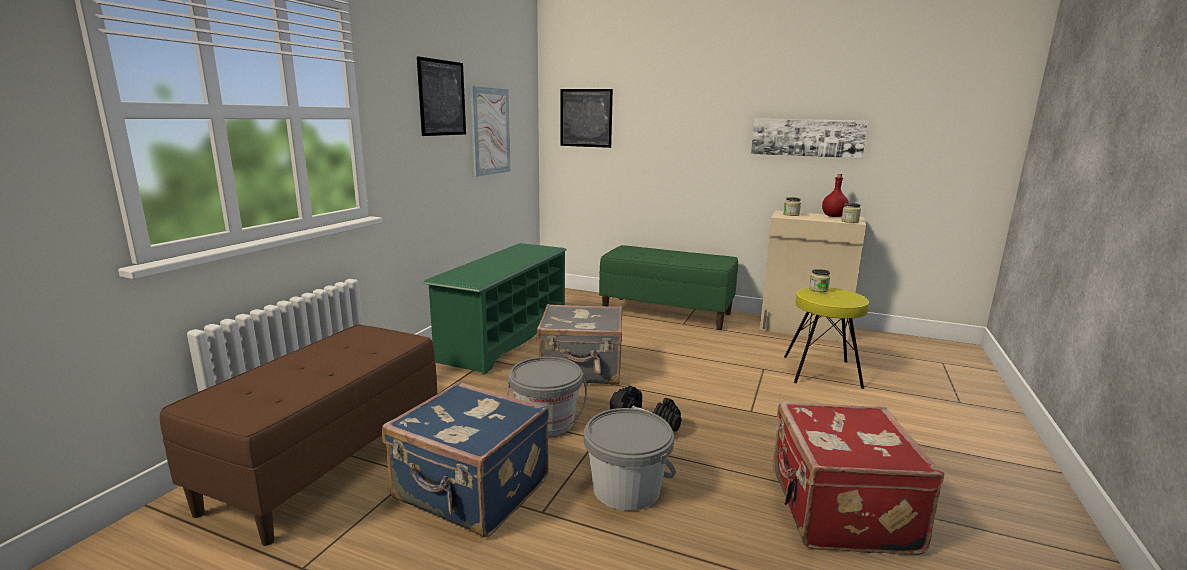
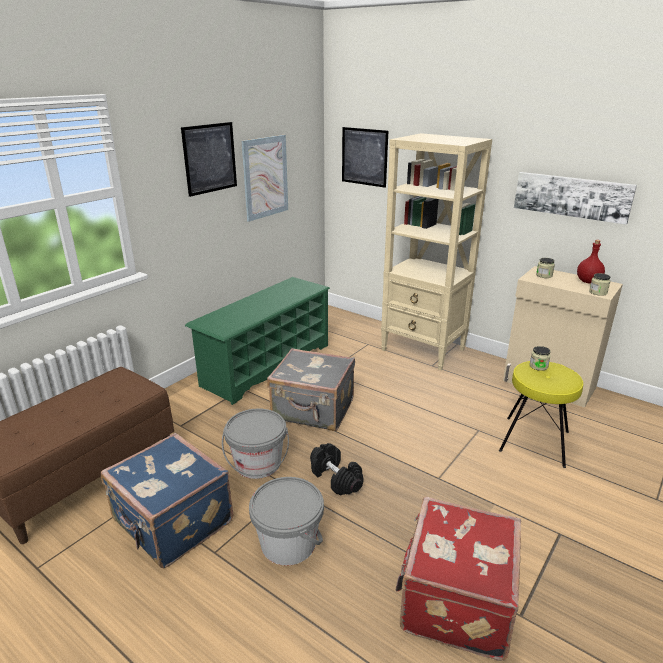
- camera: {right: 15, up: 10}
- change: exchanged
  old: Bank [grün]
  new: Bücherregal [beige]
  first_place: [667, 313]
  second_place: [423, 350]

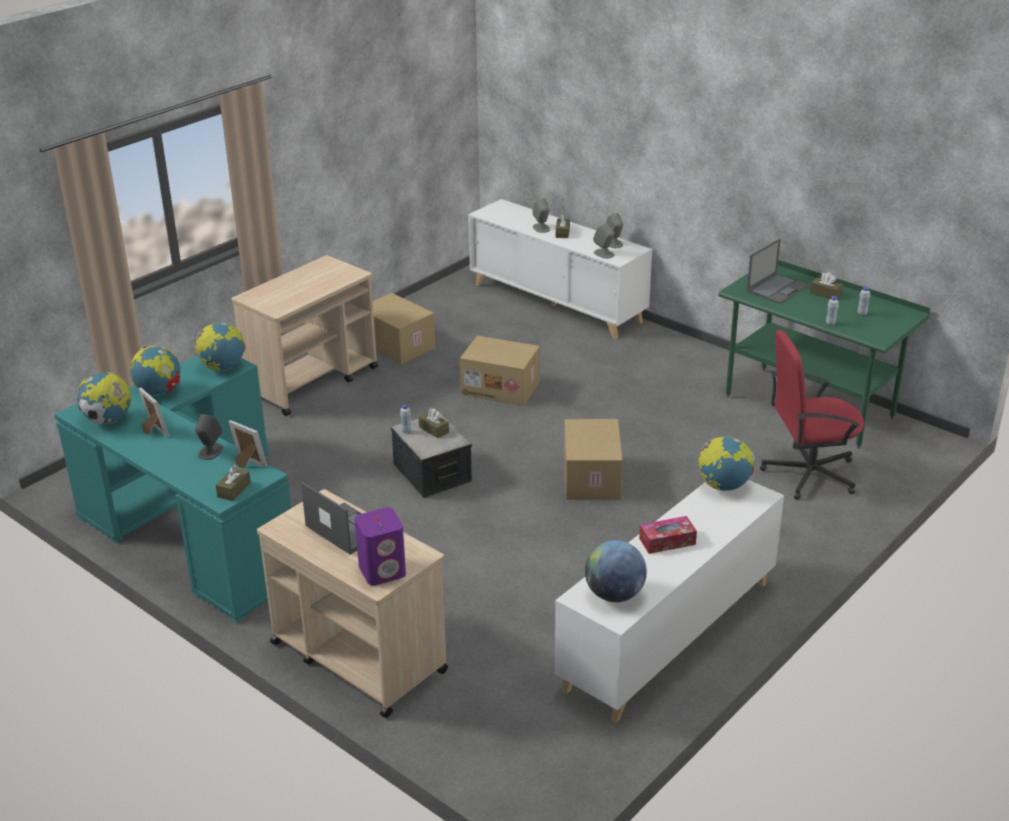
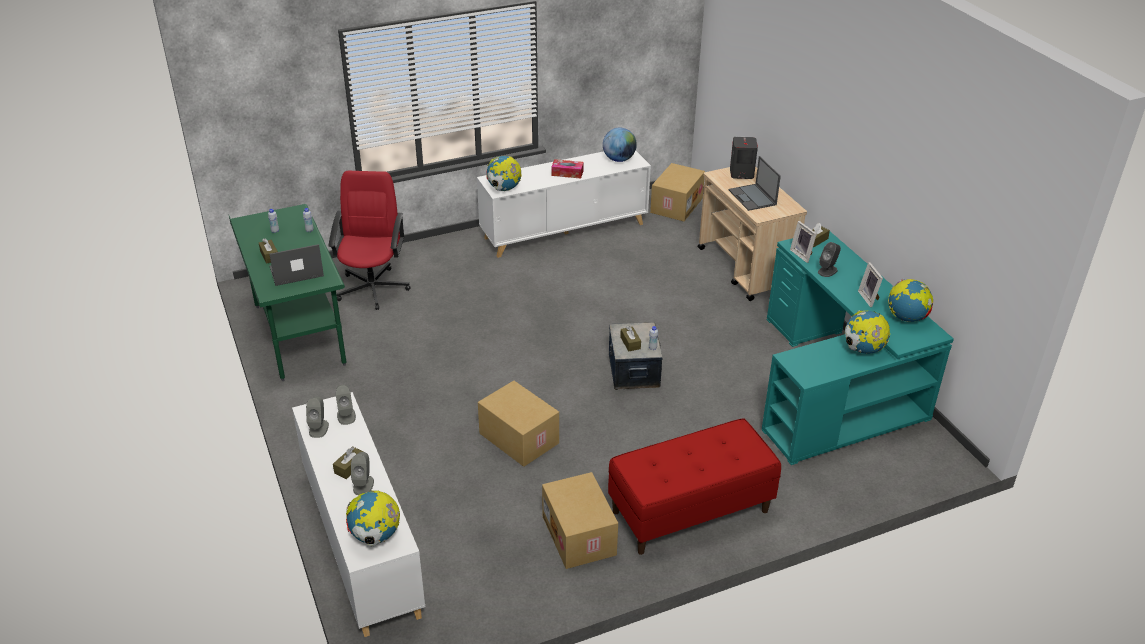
- camera: {right: -155, up: 5}
- change: exchanged
  old: Rollwagen [beige]
  new: Bank [rot]
  first_place: [313, 381]
  second_place: [690, 512]
- change: relocated
  old: Globus
  first_place: [223, 368]
  second_place: [375, 536]
- change: spun
  old: Bürostuhl [rot]
  first_place: [808, 473]
  second_place: [373, 288]
  degrees: -105
- change: relocated
  old: Karton
  first_place: [593, 478]
  second_place: [676, 205]
- change: colour
  old: Lautsprecher [lila]
  new: Lautsprecher [grau]
  first_place: [383, 570]
  second_place: [741, 173]

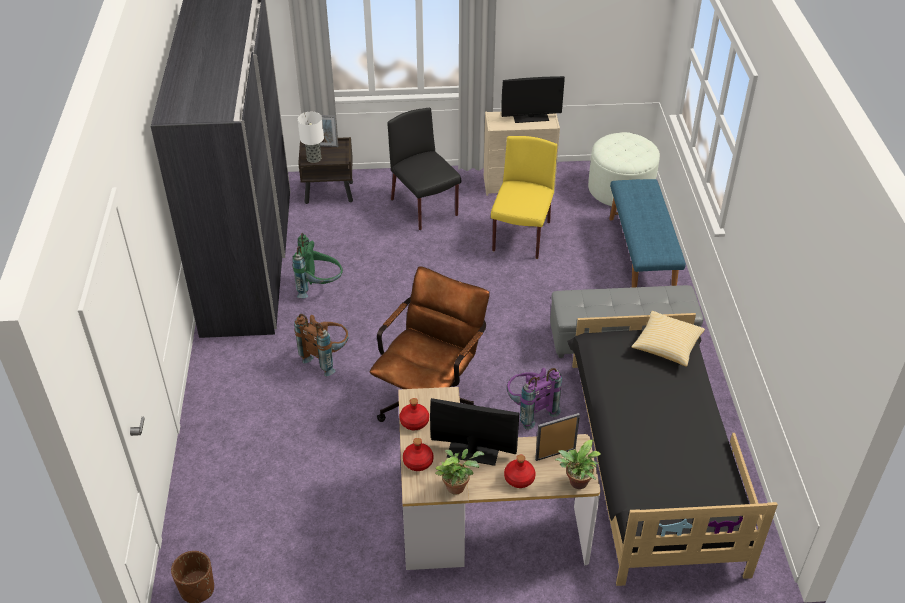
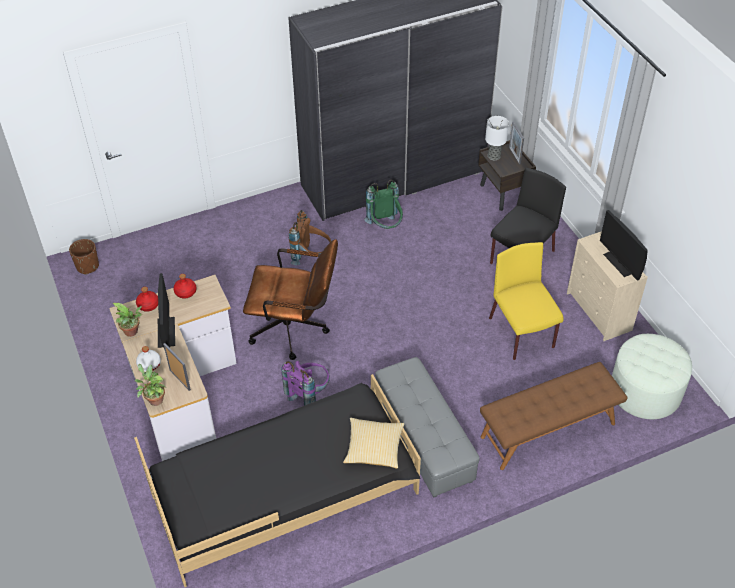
- camera: {right: 70, up: 5}
- change: spun
  old: Stuhl [gelb]
  first_place: [521, 237]
  second_place: [522, 334]
  degrees: -105
- change: colour
  old: Bank [blau]
  new: Bank [braun]
  first_place: [641, 256]
  second_place: [548, 431]
- change: colour
  old: Flasche [rot]
  new: Flasche [weiß]
  first_place: [519, 478]
  second_place: [149, 364]

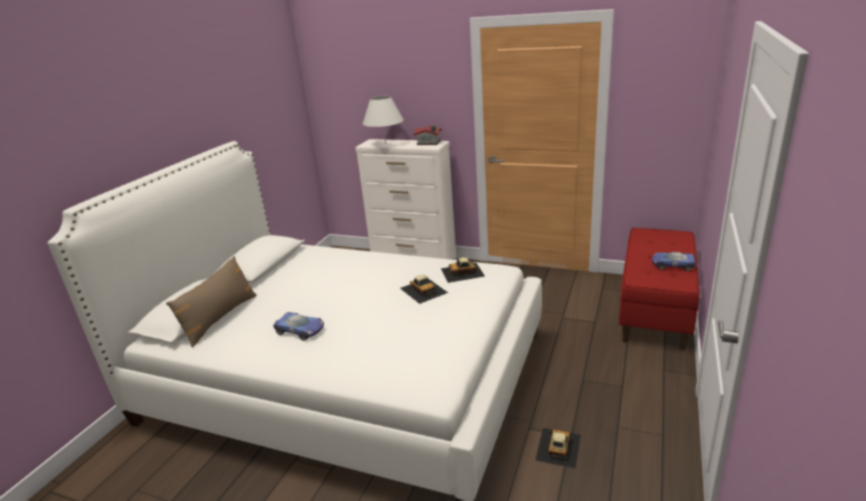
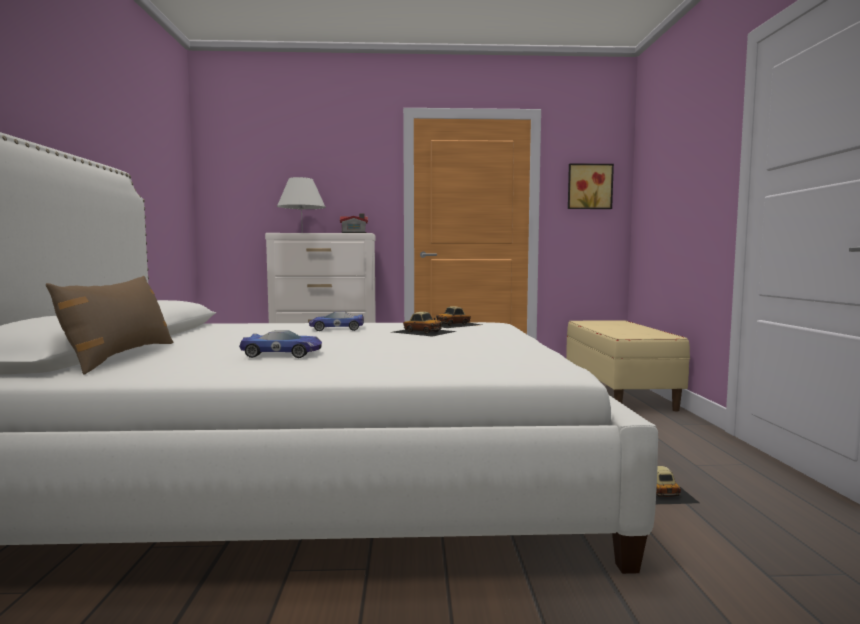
- camera: {right: -25, up: -20}
- change: colour
  old: Bank [rot]
  new: Bank [beige]
  first_place: [655, 311]
  second_place: [619, 392]
- change: relocated
  old: Spielzeugauto
  first_place: [672, 264]
  second_place: [336, 328]
- change: appeared
  new: Bild
  second_place: [589, 186]

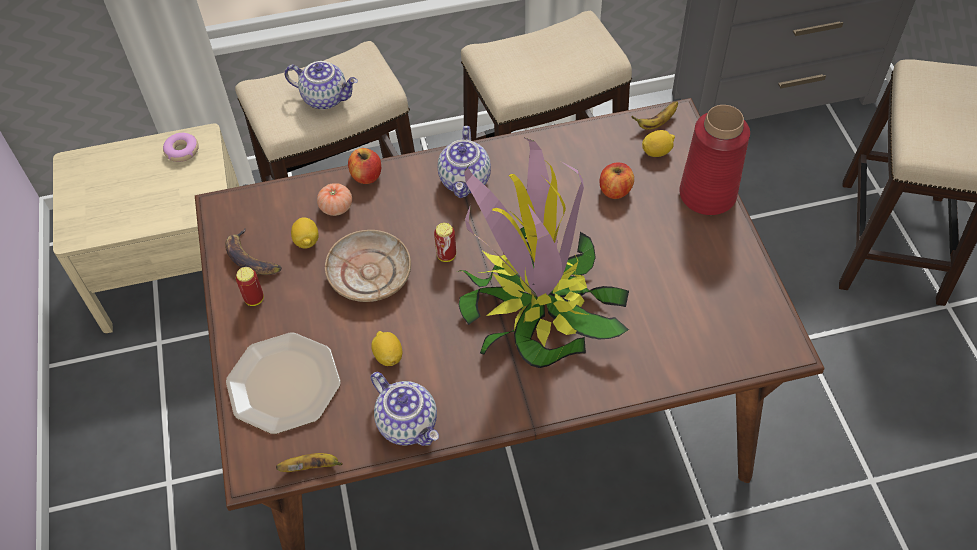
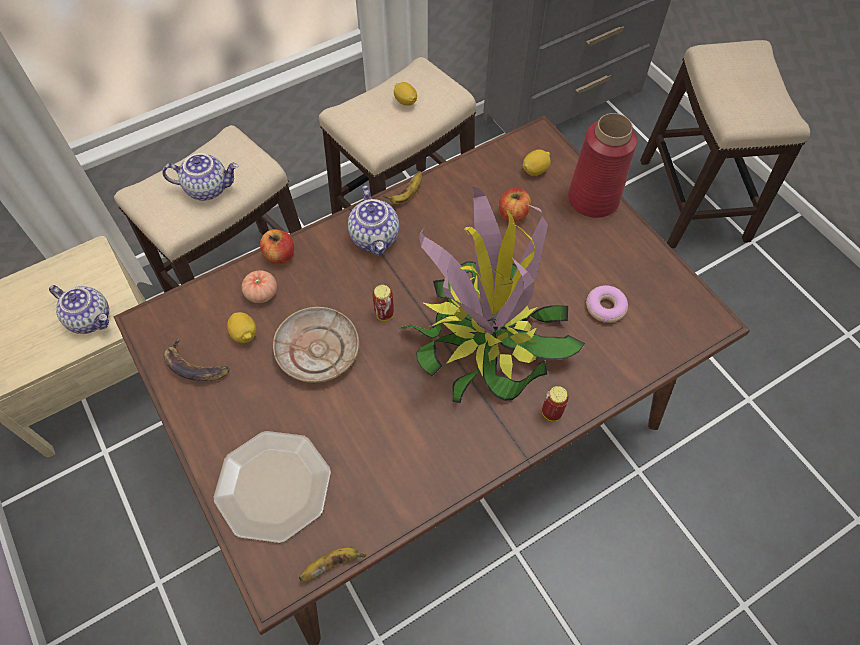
- camera: {right: -20, up: 5}
- change: relocated
  old: Banane
  first_place: [656, 123]
  second_place: [406, 195]
- change: relocated
  old: Donut
  first_place: [182, 151]
  second_place: [605, 307]
- change: relocated
  old: Dose
  first_place: [254, 299]
  second_place: [551, 412]
- change: relocated
  old: Zitrone
  first_place: [388, 356]
  second_place: [405, 101]
- change: relocated
  old: Teekanne
  first_place: [408, 424]
  second_place: [91, 318]

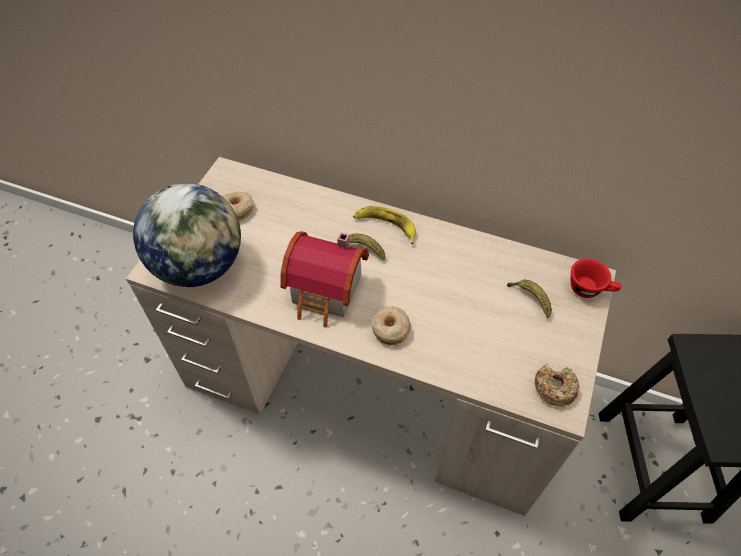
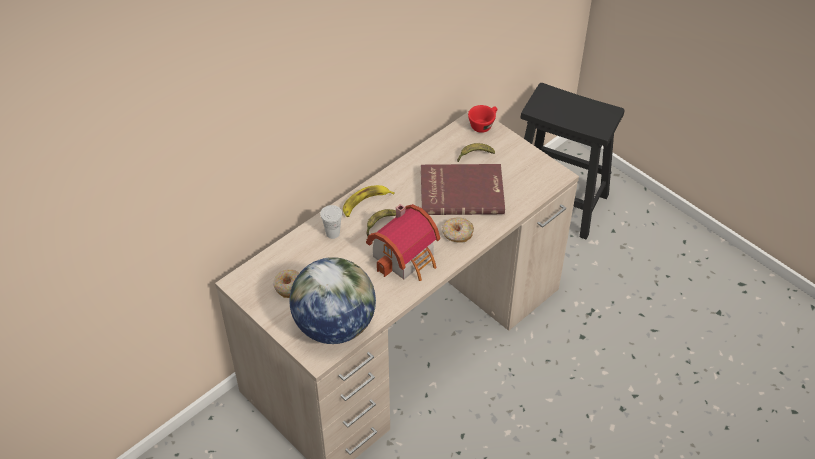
- camera: {right: -65, up: -5}
- change: missing
  old: Donut
  first_place: [554, 388]
- change: appeared
  new: Buch [rot]
  second_place: [461, 191]
- change: appeared
  new: Tasse [weiß]
  second_place: [332, 233]

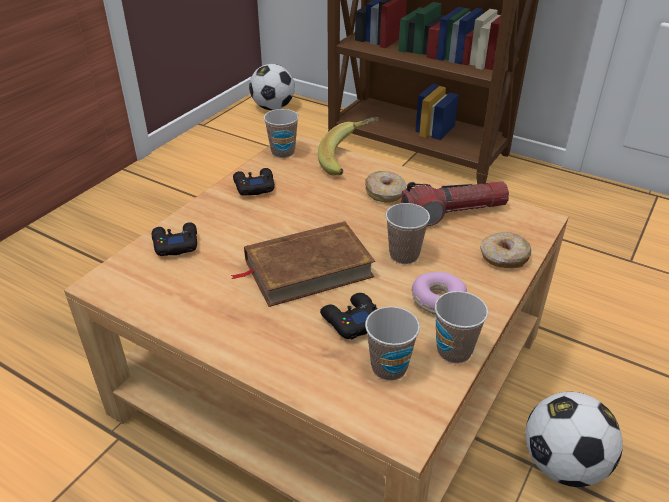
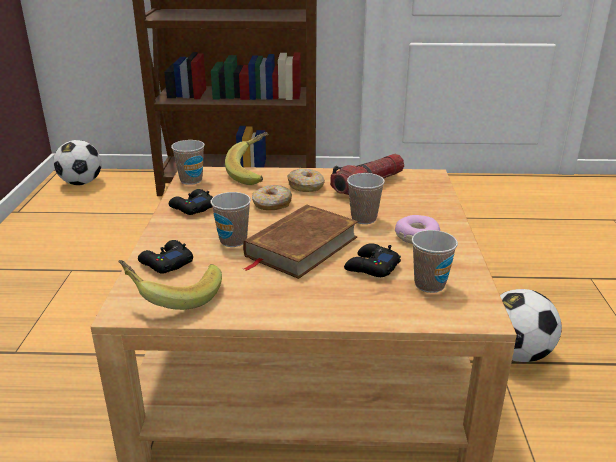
- camera: {right: -30, up: -10}
- change: relocated
  old: Donut
  first_place: [503, 257]
  second_place: [272, 204]
- change: relocated
  old: Tasse
  first_place: [454, 351]
  second_place: [233, 241]
- change: appeared
  new: Banane
  second_place: [174, 296]

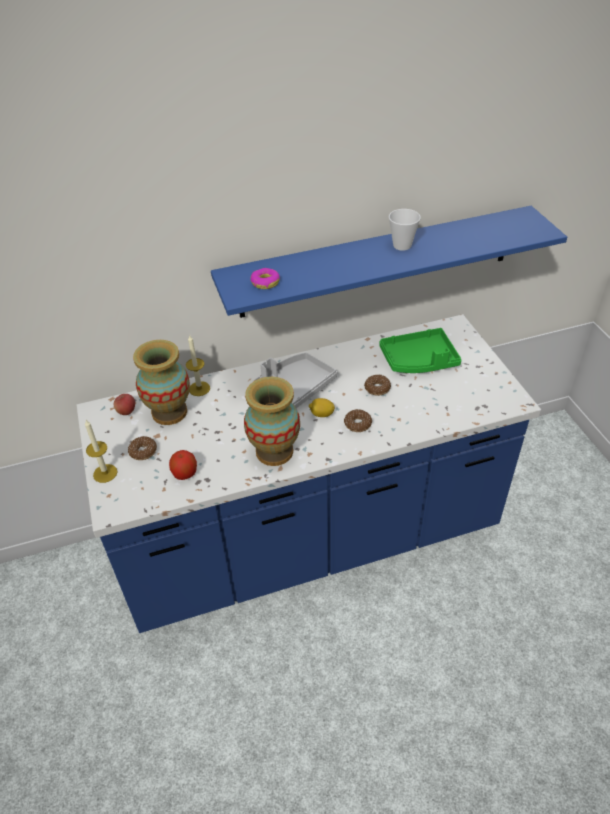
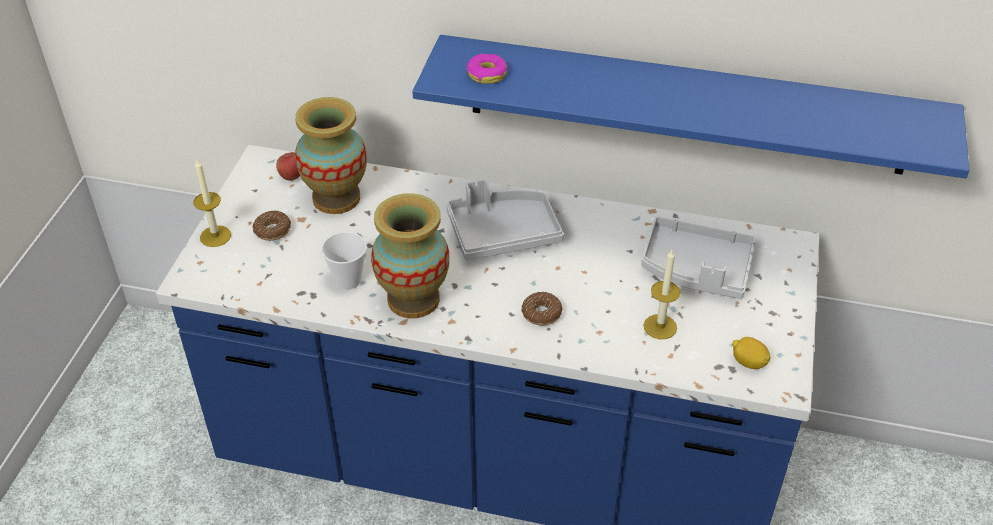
- camera: {right: 30, up: 0}
- change: relocated
  old: Tasse
  first_place: [402, 245]
  second_place: [348, 280]
- change: colour
  old: Tablett [grün]
  new: Tablett [grau]
  first_place: [419, 360]
  second_place: [696, 269]
- change: relocated
  old: Kerze
  first_place: [199, 388]
  second_place: [660, 327]
- change: missing
  old: Donut
  first_place: [377, 388]
- change: relocated
  old: Zitrone
  first_place: [321, 414]
  second_place: [748, 362]
- change: missing
  old: Apfel
  first_place: [185, 474]

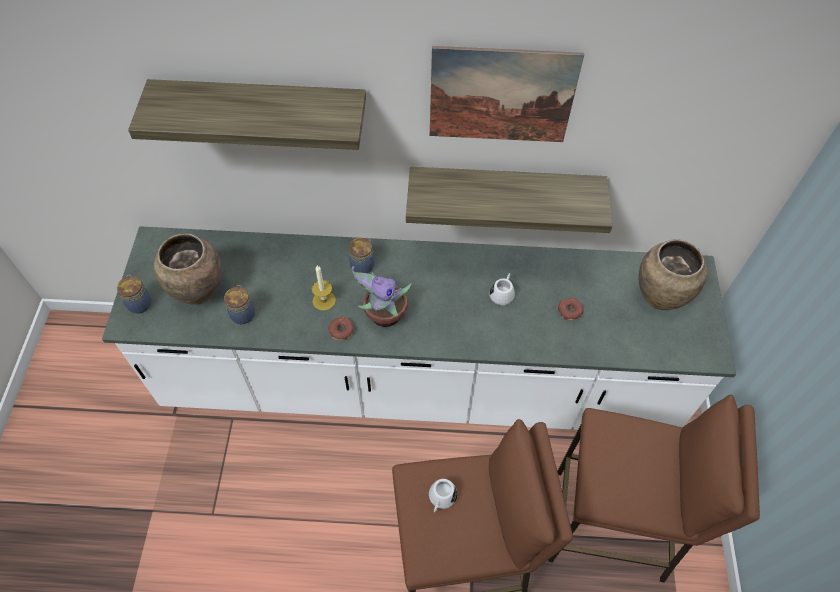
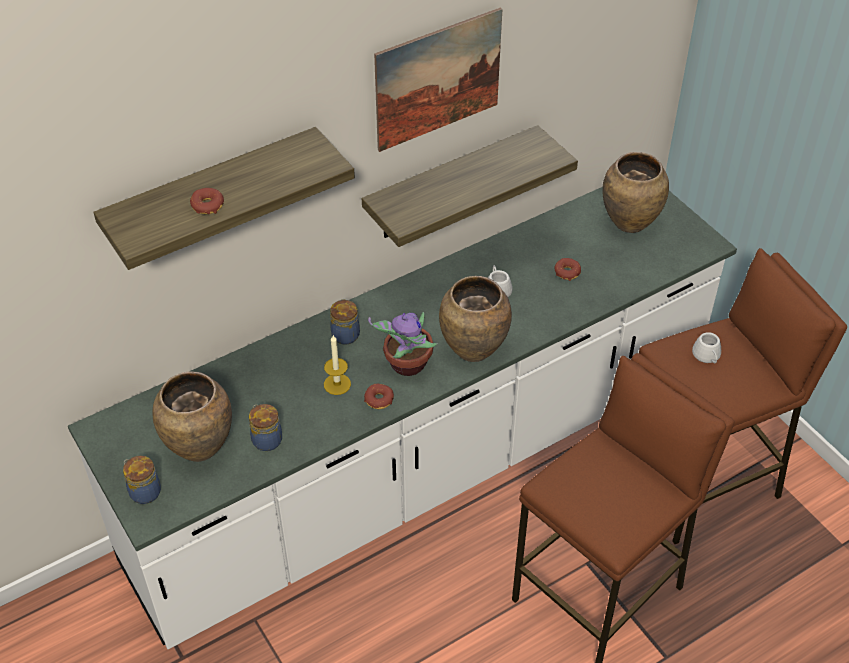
- camera: {right: -35, up: -10}
- change: relocated
  old: Henkelbecher [weiß]
  first_place: [441, 499]
  second_place: [707, 356]
- change: appeared
  new: Donut
  second_place: [207, 205]
- change: appeared
  new: Vase [braun]
  second_place: [472, 349]

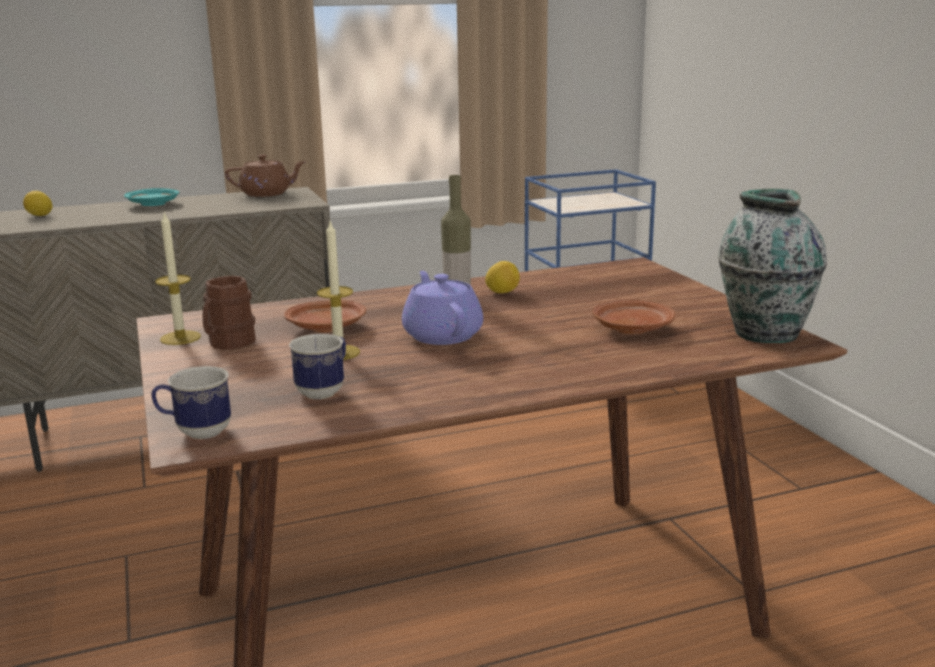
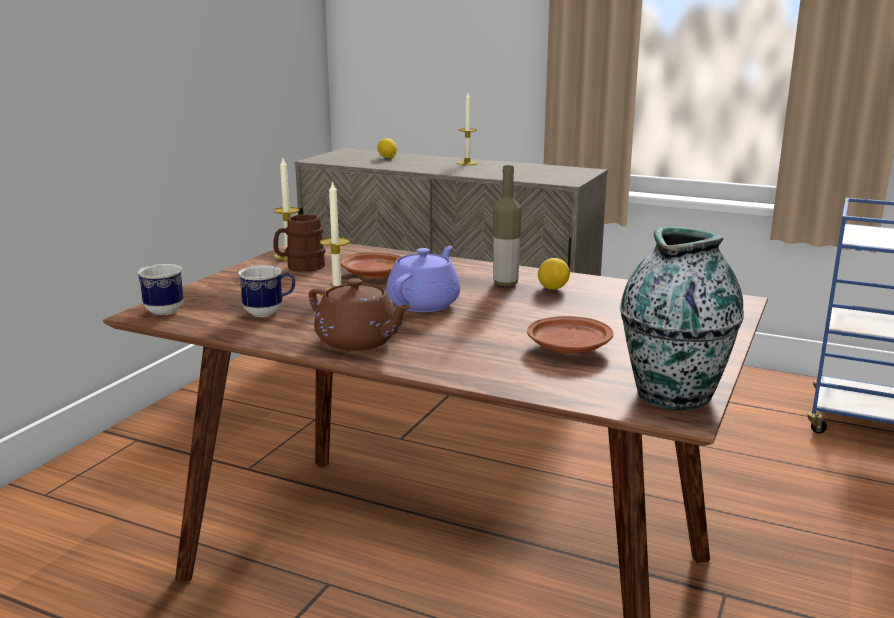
- camera: {right: 45, up: 0}
- change: relocated
  old: Teekanne [braun]
  first_place: [267, 194]
  second_place: [358, 342]
- change: exchanged
  old: Teller [türkis]
  new: Kerze
  first_place: [153, 204]
  second_place: [467, 163]

